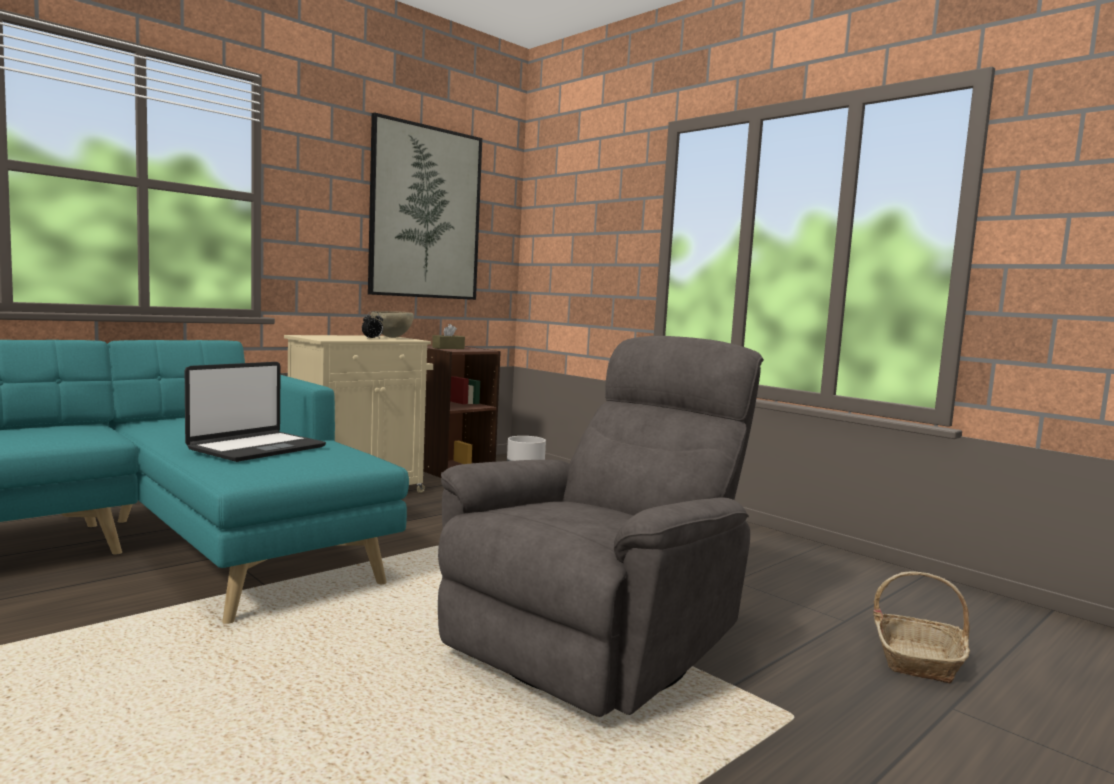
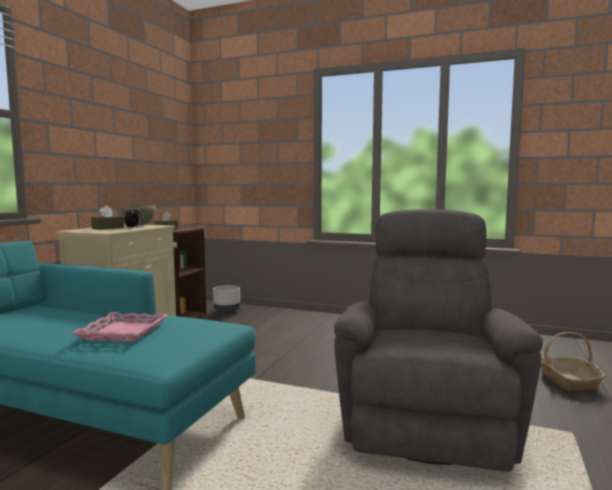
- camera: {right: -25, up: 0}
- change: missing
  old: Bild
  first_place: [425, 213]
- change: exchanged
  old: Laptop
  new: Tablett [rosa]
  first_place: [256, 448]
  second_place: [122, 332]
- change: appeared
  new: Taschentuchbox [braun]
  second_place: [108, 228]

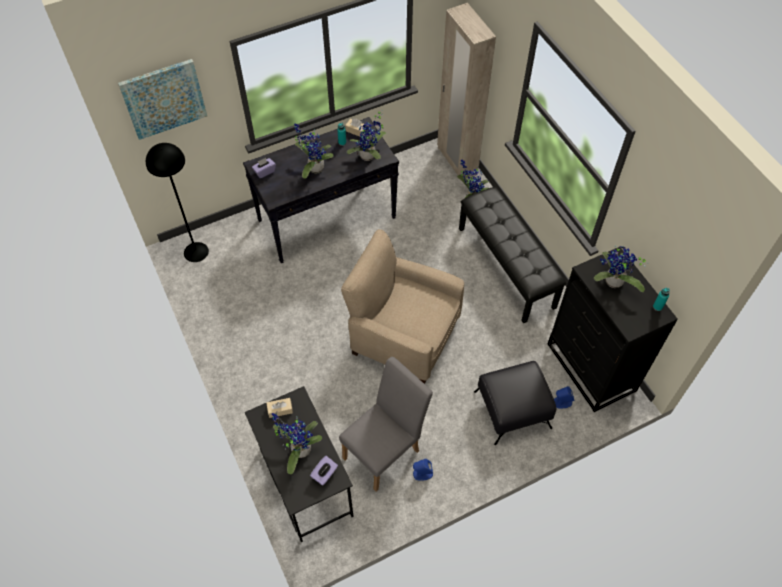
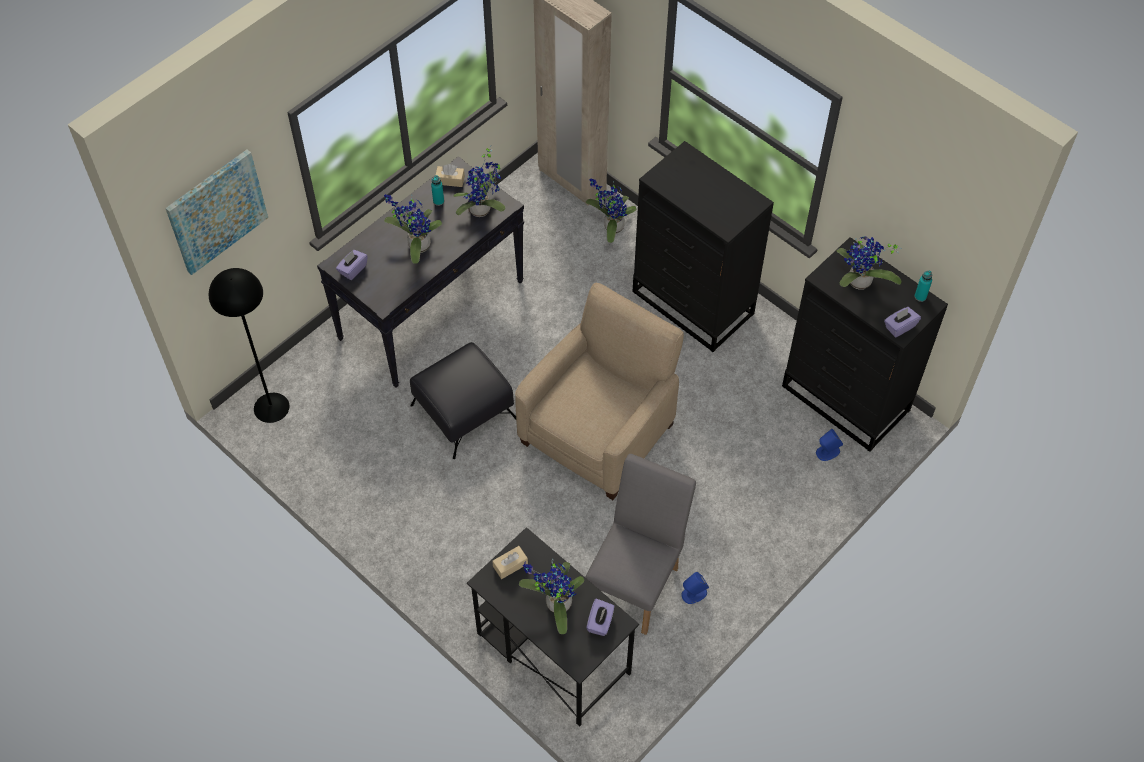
- camera: {right: -20, up: 0}
- change: exchanged
  old: Bank [schwarz]
  new: Kommode [schwarz]
  first_place: [507, 267]
  second_place: [693, 303]
- change: spun
  old: Sessel [beige]
  first_place: [403, 335]
  second_place: [599, 432]
  degrees: 120
- change: relocated
  old: Polsterhocker [schwarz]
  first_place: [511, 409]
  second_place: [463, 412]
- change: appeared
  new: Taschentuchbox [lila]
  second_place: [899, 327]

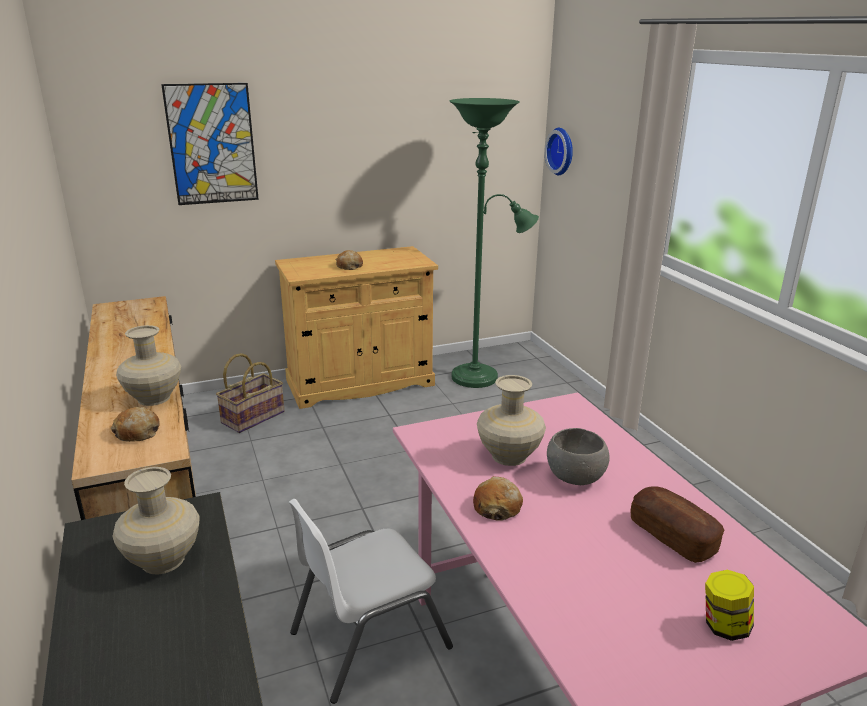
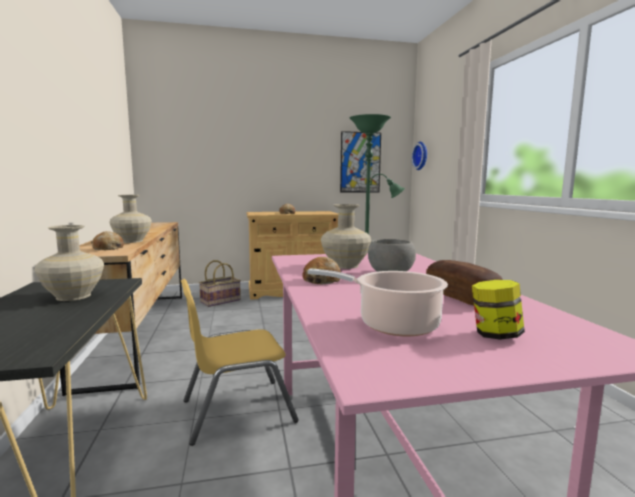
- camera: {right: 10, up: -15}
- change: relocated
  old: Bild
  first_place: [212, 144]
  second_place: [360, 162]
- change: colour
  old: Stuhl [weiß]
  new: Stuhl [gelb]
  first_place: [368, 639]
  second_place: [237, 410]
- change: appeared
  new: Kochtopf
  second_place: [393, 324]

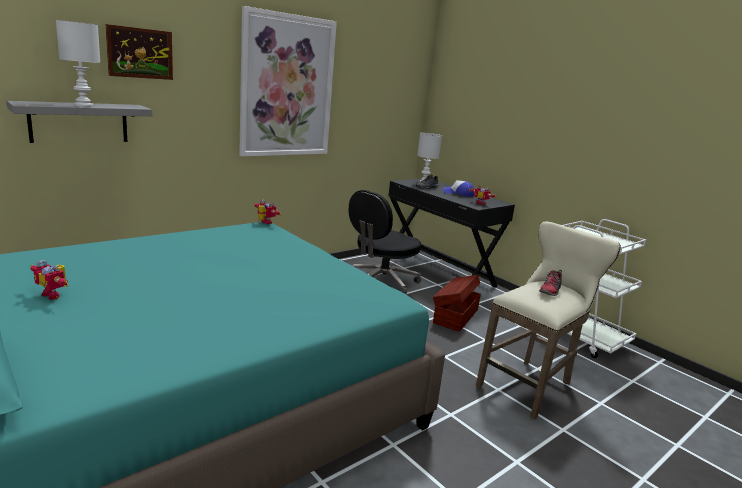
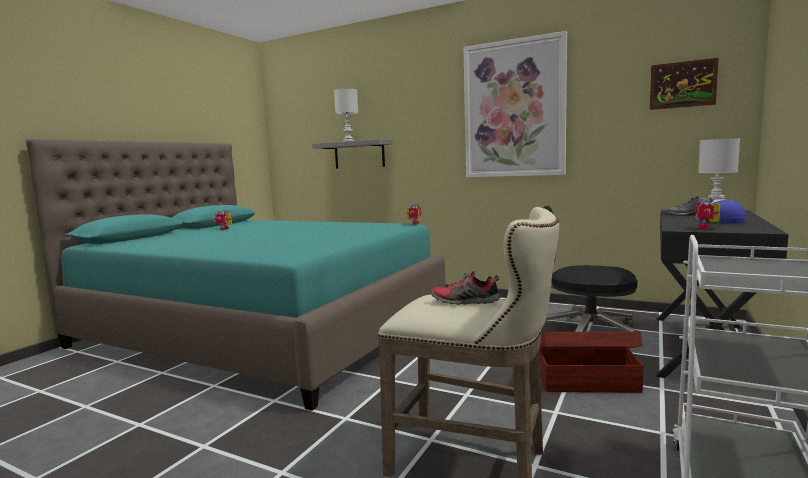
- camera: {right: 70, up: -10}
- change: relocated
  old: Bild
  first_place: [140, 53]
  second_place: [682, 84]

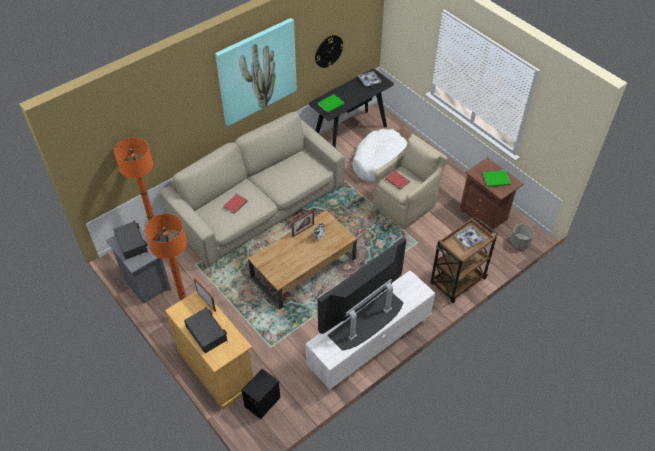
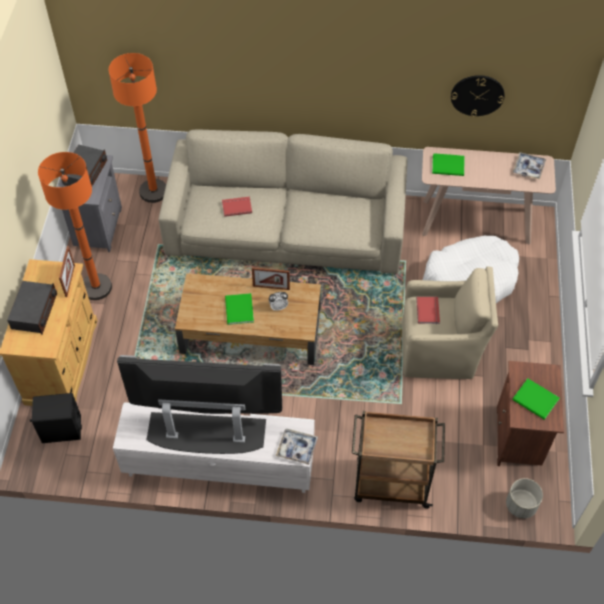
- camera: {right: 45, up: 5}
- change: missing
  old: Bild
  first_place: [256, 71]
- change: colour
  old: Konsolentisch [schwarz]
  new: Konsolentisch [beige]
  first_place: [350, 133]
  second_place: [476, 221]
- change: relocated
  old: Tablett
  first_place: [469, 239]
  second_place: [297, 448]
- change: appeared
  new: Buch [grün]
  second_place: [238, 310]

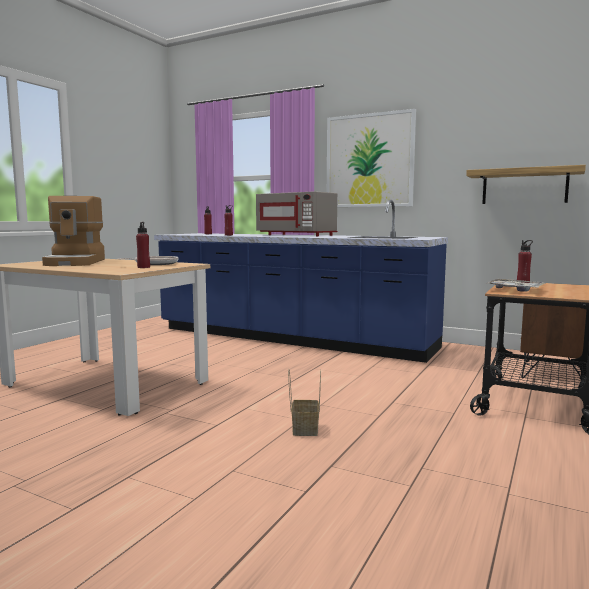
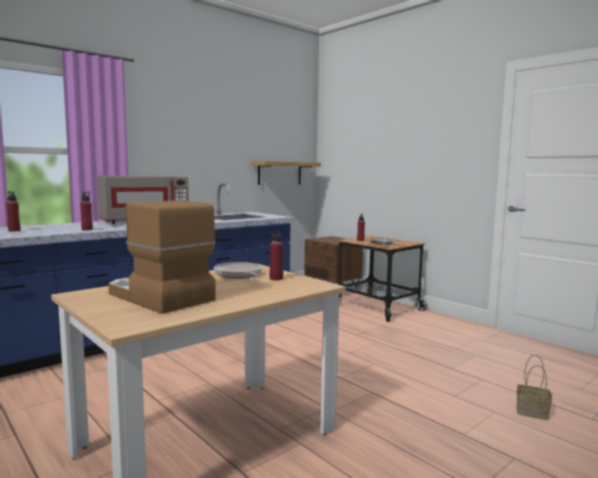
- camera: {right: -70, up: 0}
- change: missing
  old: Bild
  first_place: [369, 161]
- change: spun
  old: Kaffeemaschine
  first_place: [76, 262]
  second_place: [158, 297]
  degrees: -150
- change: relocated
  old: Korb
  first_place: [304, 428]
  second_place: [531, 412]

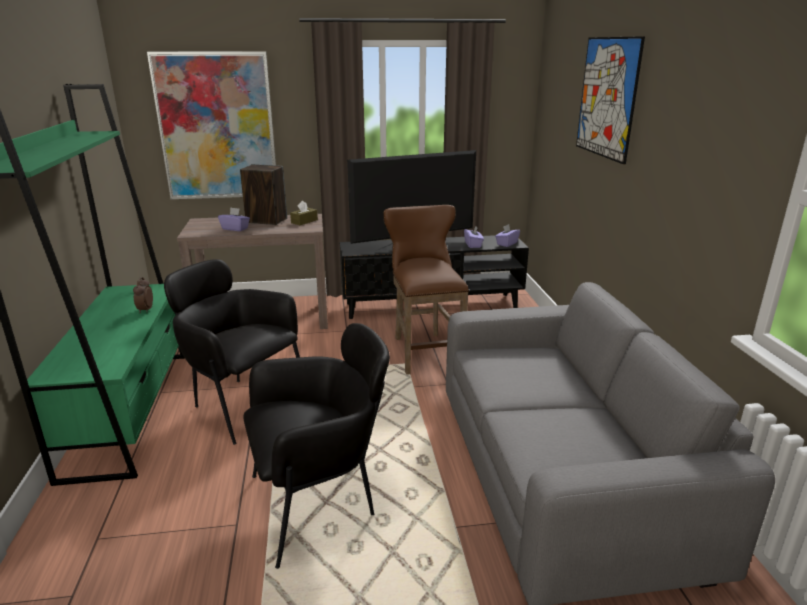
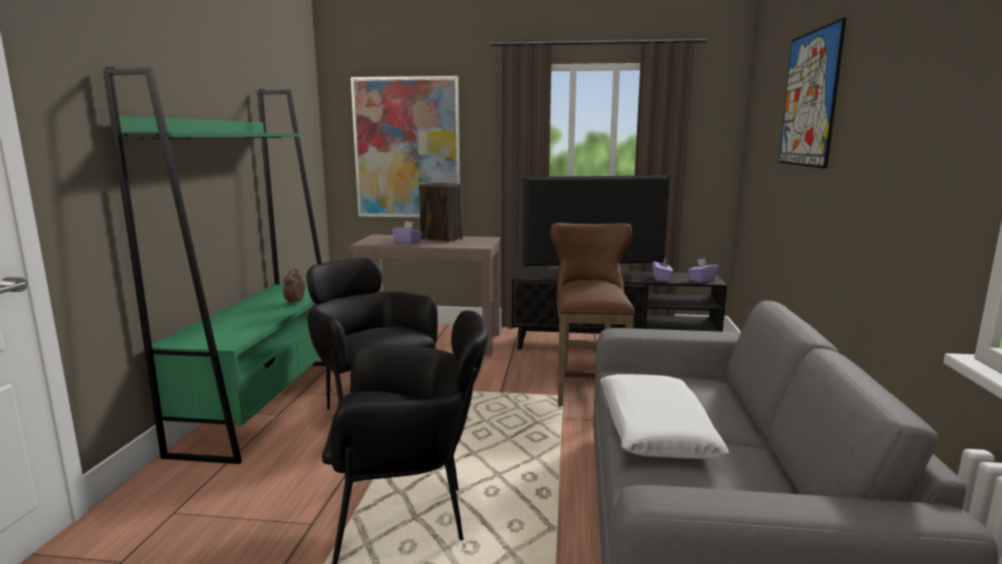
- camera: {right: 15, up: -10}
- change: missing
  old: Taschentuchbox [braun]
  first_place: [304, 221]
- change: appeared
  new: Kissen [weiß]
  second_place: [655, 430]

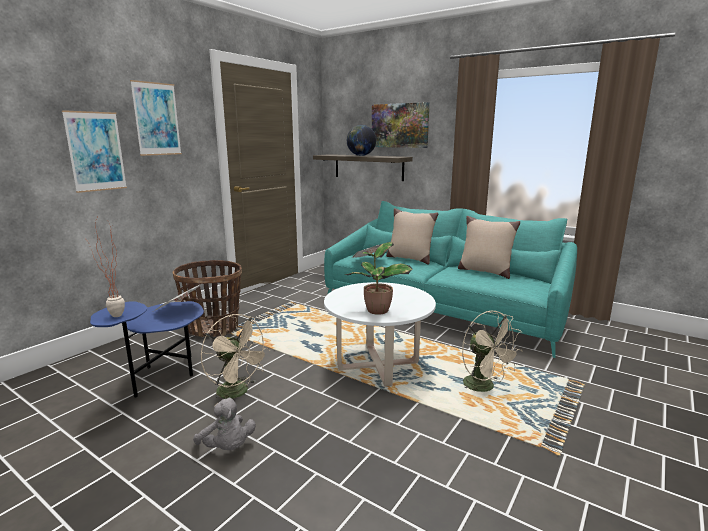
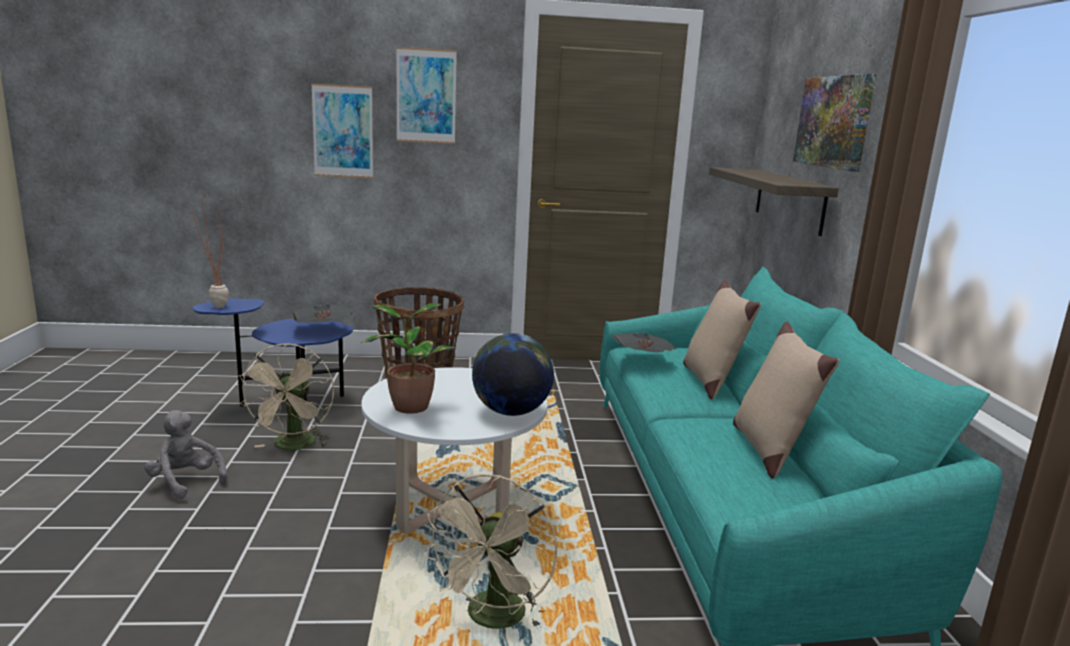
- camera: {right: 50, up: 0}
- change: relocated
  old: Globus
  first_place: [361, 156]
  second_place: [511, 412]
- change: spun
  old: Plüschtier [grau]
  first_place: [227, 448]
  second_place: [185, 482]
  degrees: 120

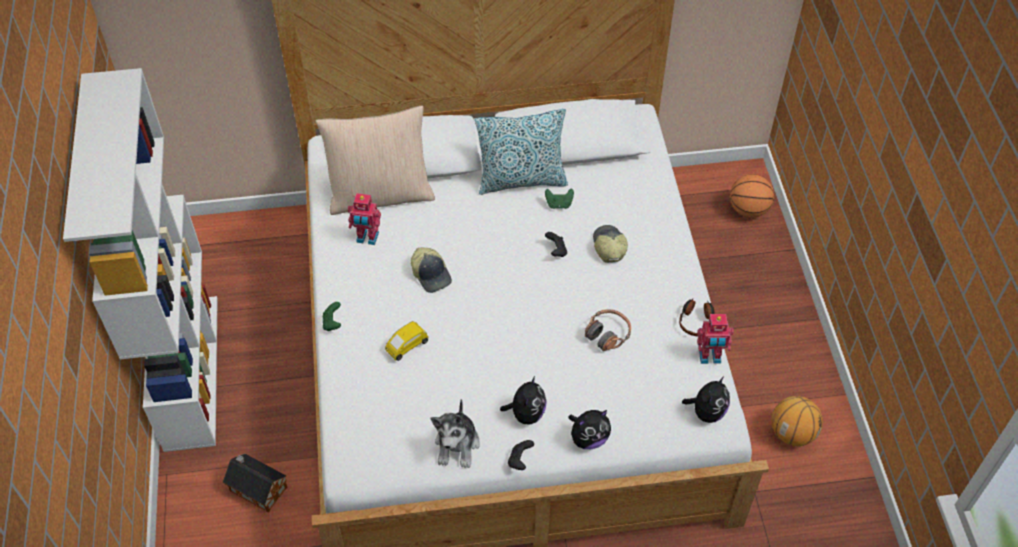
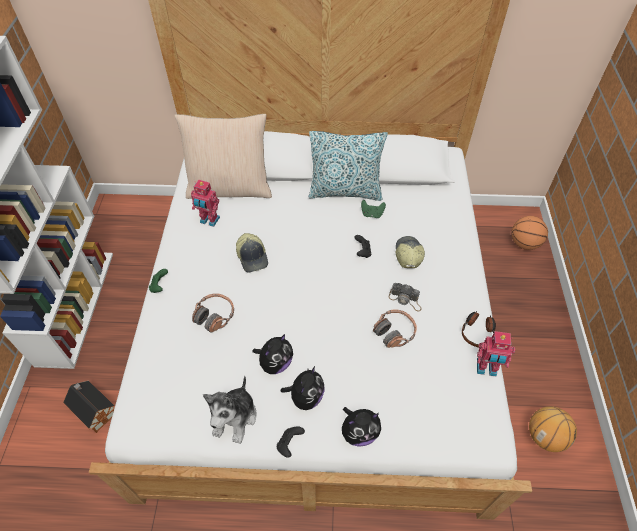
- camera: {right: 10, up: 0}
- change: exchanged
  old: Spielzeugauto [gelb]
  new: Kopfhörer
  first_place: [406, 346]
  second_place: [215, 316]
- change: relocated
  old: Plüschtier
  first_place: [706, 412]
  second_place: [275, 363]
- change: appeared
  new: Kamera
  second_place: [405, 300]

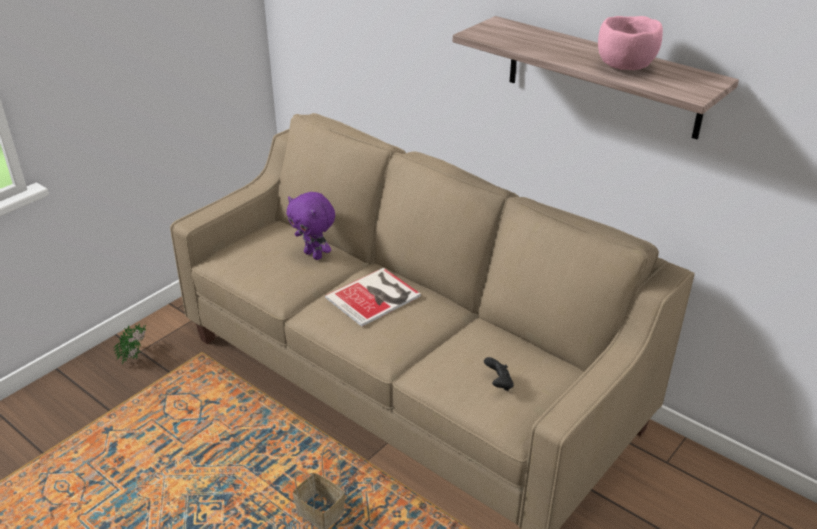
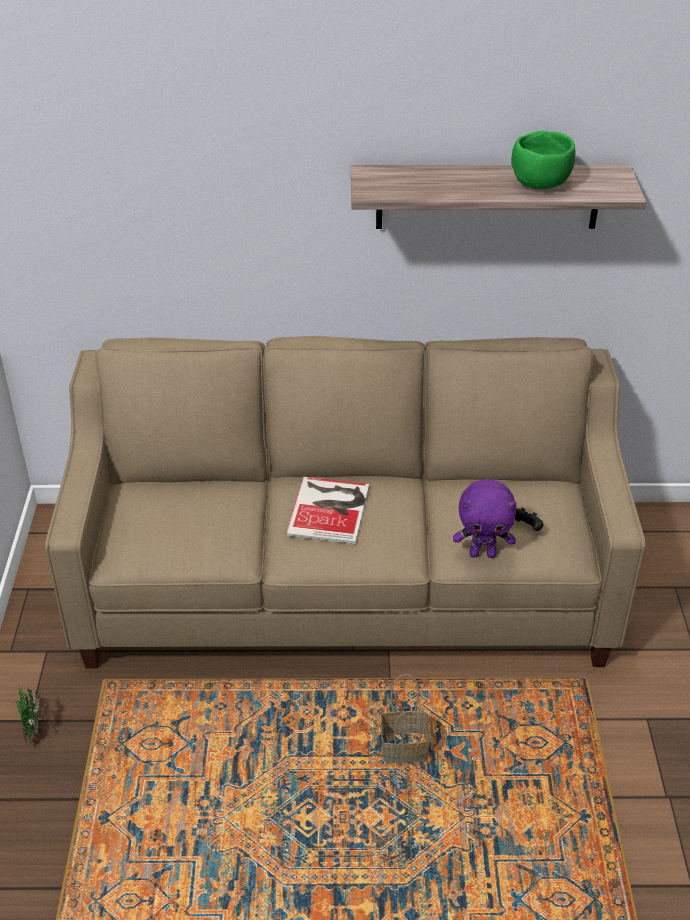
- camera: {right: -40, up: 5}
- change: colour
  old: Schüssel [rosa]
  new: Schüssel [grün]
  first_place: [626, 67]
  second_place: [541, 184]
- change: relocated
  old: Plüschtier [lila]
  first_place: [314, 255]
  second_place: [483, 553]

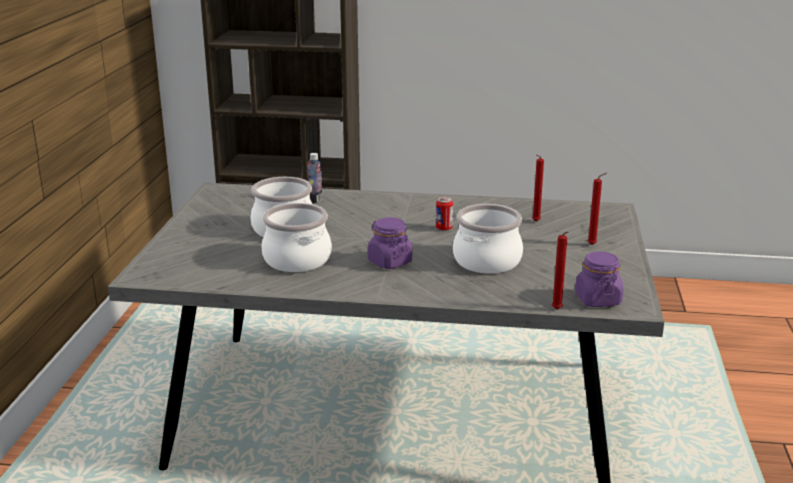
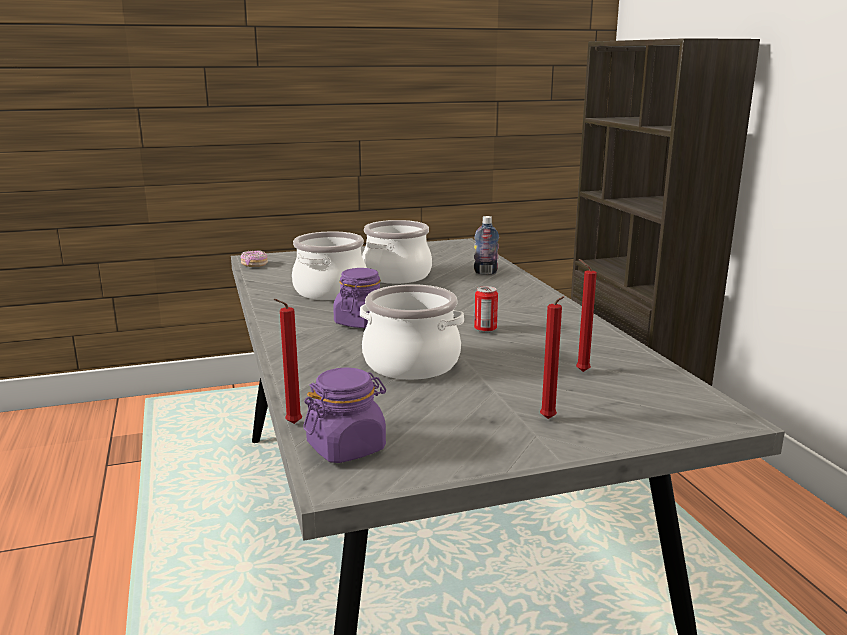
- camera: {right: 65, up: -5}
- change: appeared
  new: Donut
  second_place: [254, 265]

